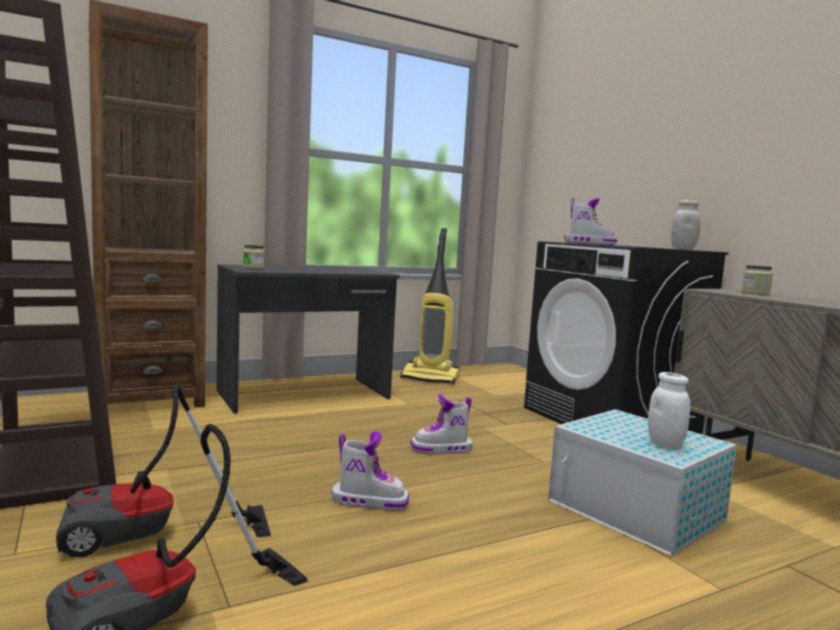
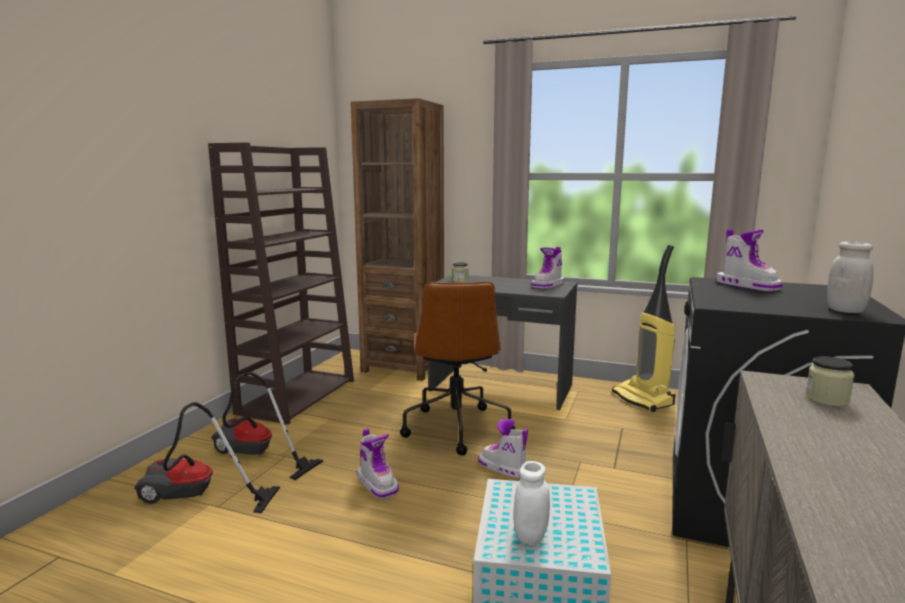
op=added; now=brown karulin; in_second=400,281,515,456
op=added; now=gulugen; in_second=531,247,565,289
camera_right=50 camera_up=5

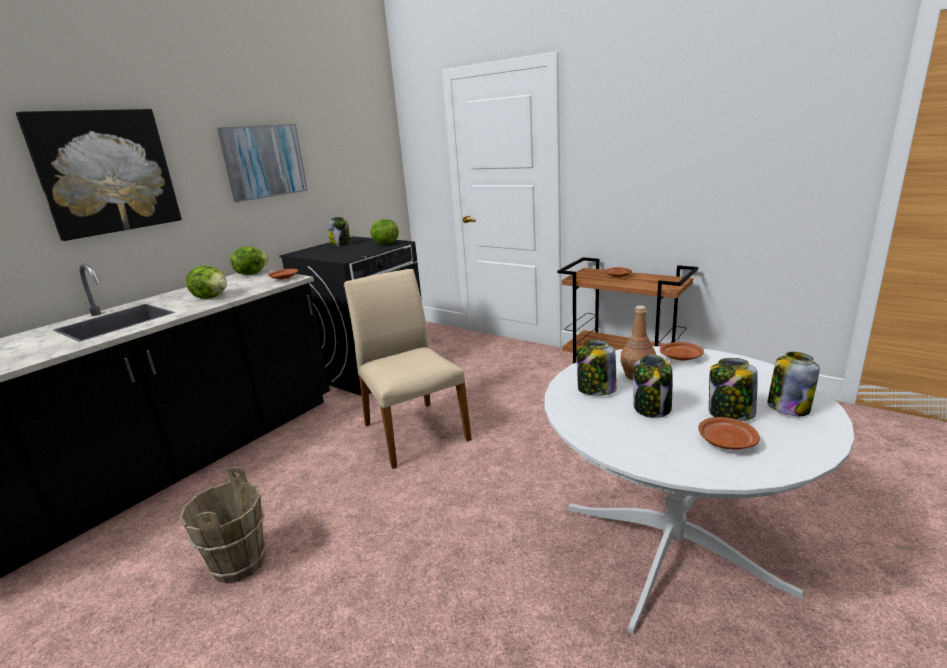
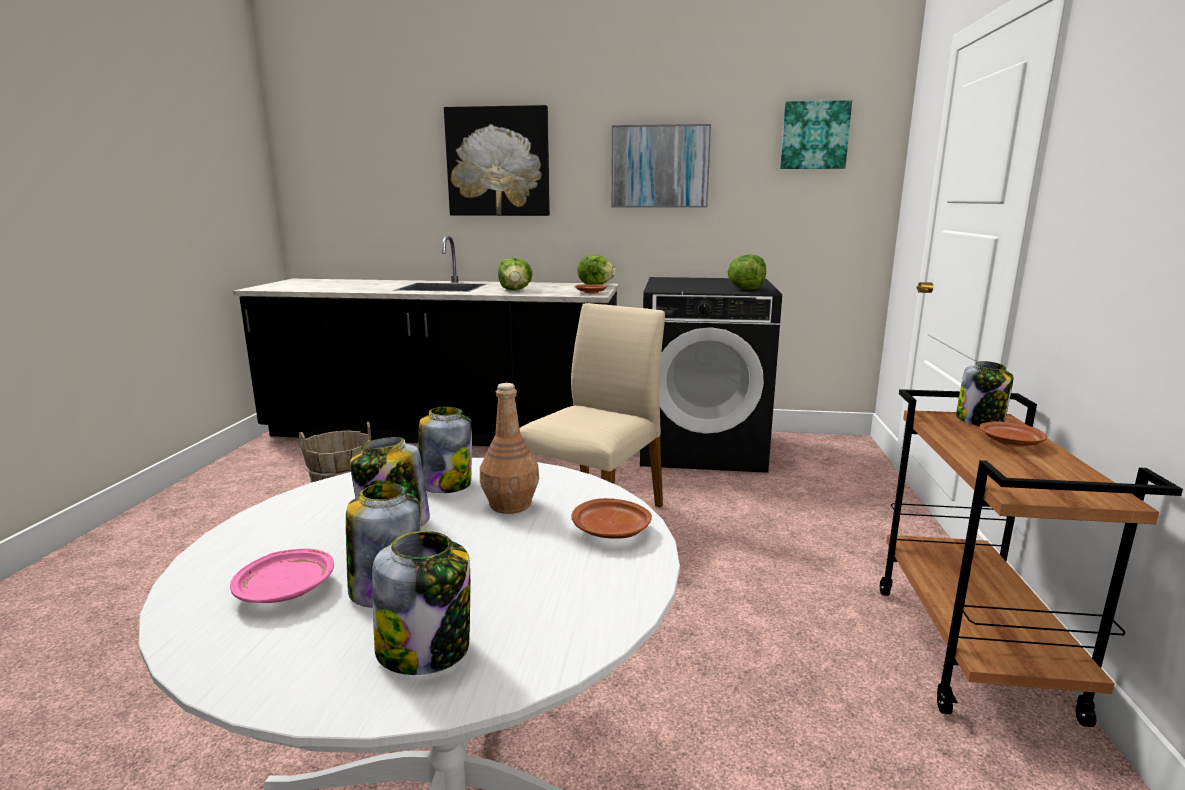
op=moved; was=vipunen; in_first=328,217,350,246; in_second=956,361,1013,426
op=recoloured; was=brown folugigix; now=pink folugigix; in_first=699,417,760,450; in_second=230,549,334,603
op=added; now=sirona; in_second=780,100,852,169
camera_right=60 camera_up=-5

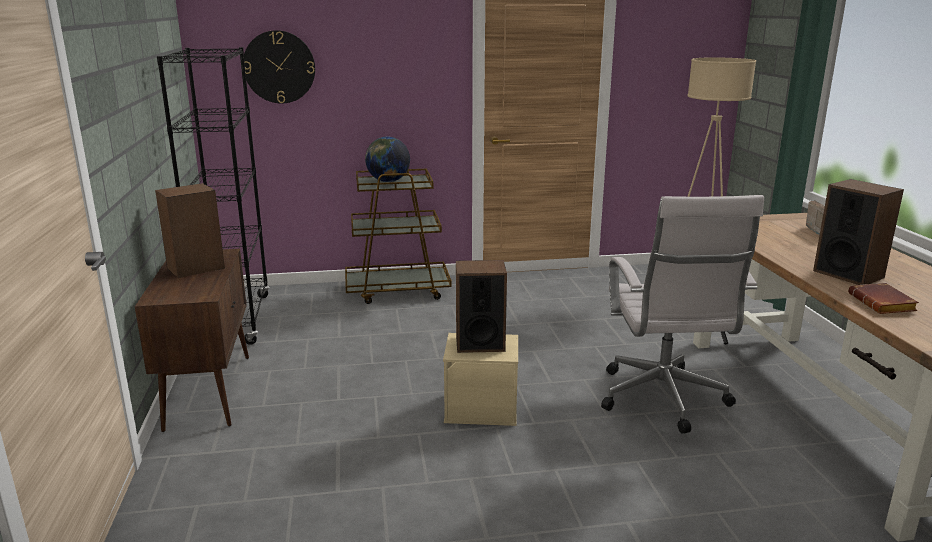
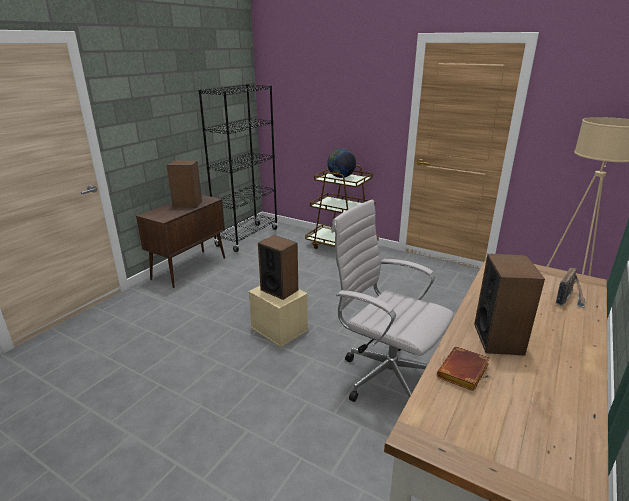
op=removed; was=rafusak; in_first=244,30,315,103
op=turned; was=white karulin; in_first=601,195,764,434; in_second=331,199,454,402; clockwise=90
camera_right=40 camera_up=5

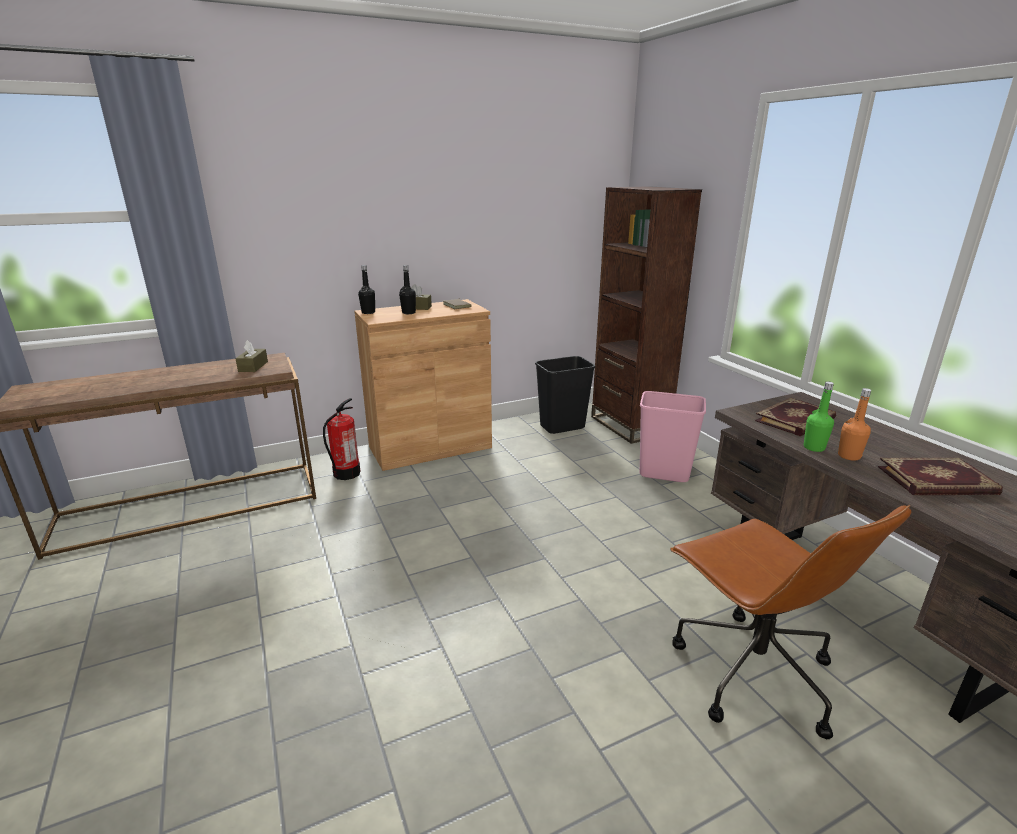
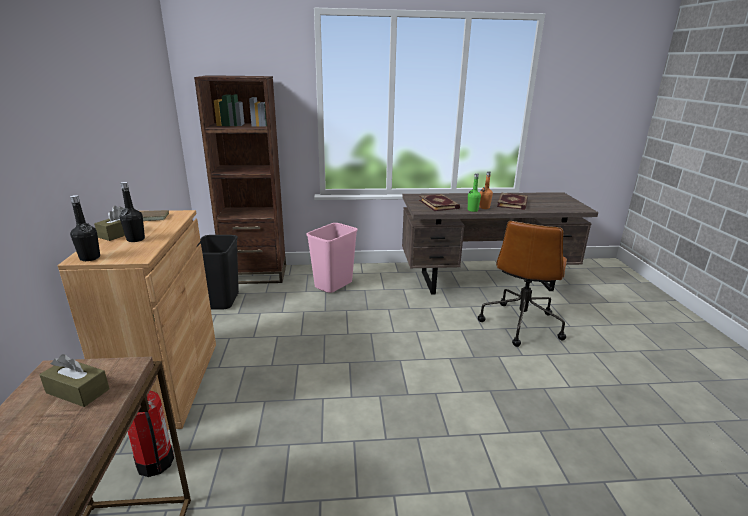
op=turned; was=brown karulin; in_first=670,505,911,739; in_second=478,221,567,347; clockwise=120
camera_right=-70 camera_up=0

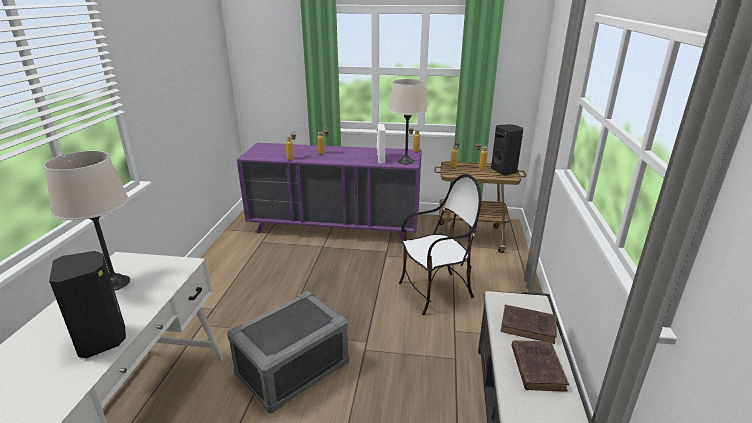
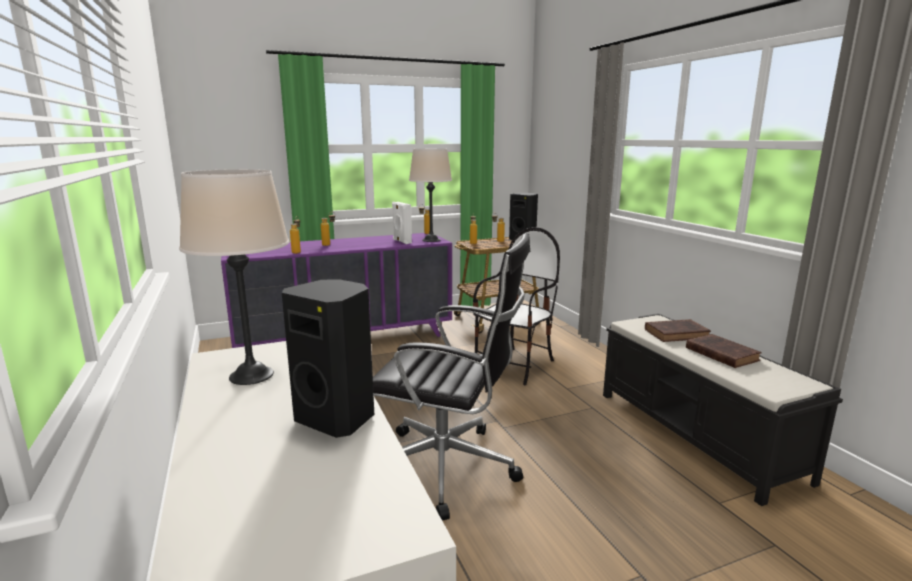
op=replaced; was=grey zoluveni; now=black karulin; in_first=227,291,349,413; in_second=373,233,530,521
camera_right=-30 camera_up=-10

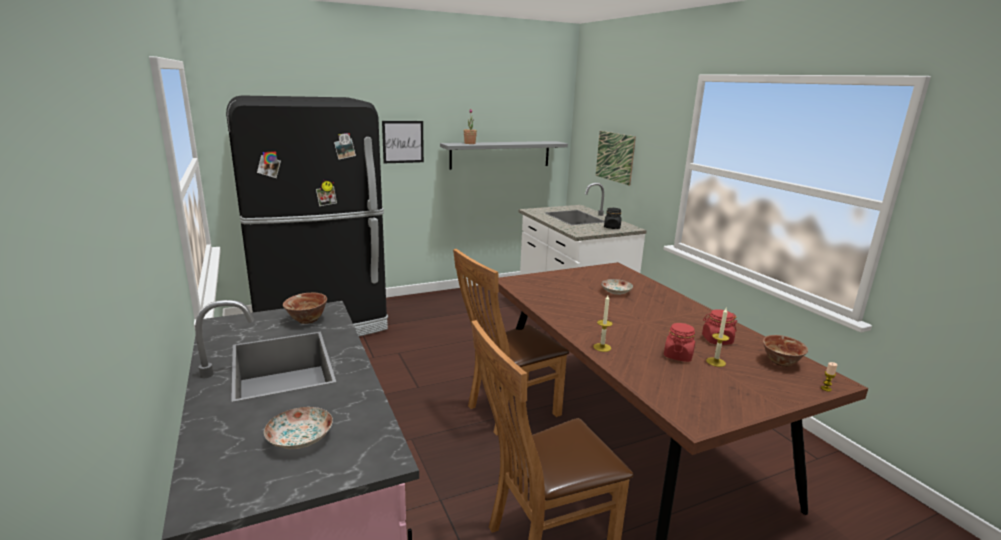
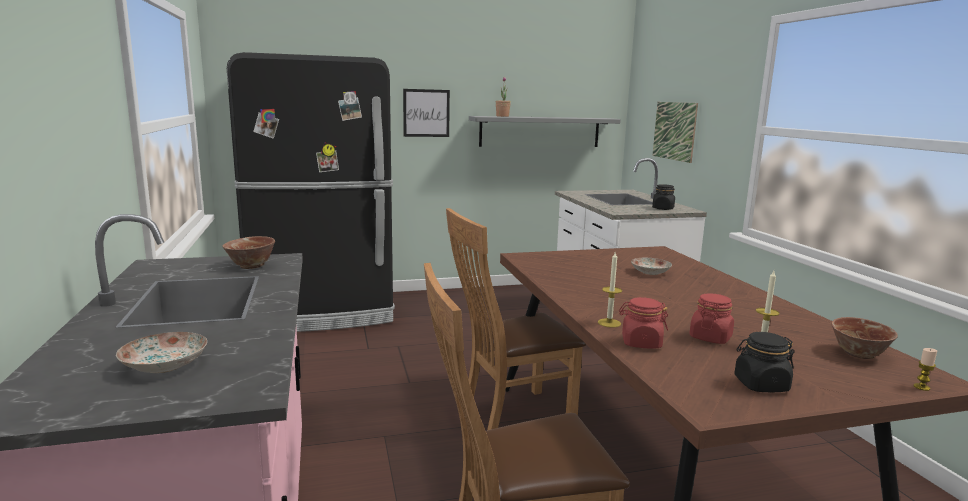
op=moved; was=red vipunen; in_first=702,309,737,345; in_second=619,297,668,349
op=added; now=black vipunen; in_second=734,332,795,392
camera_right=10 camera_up=-5

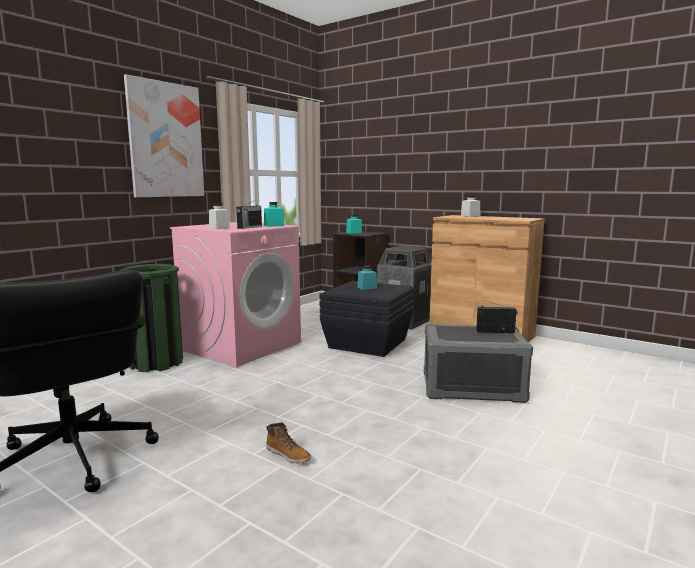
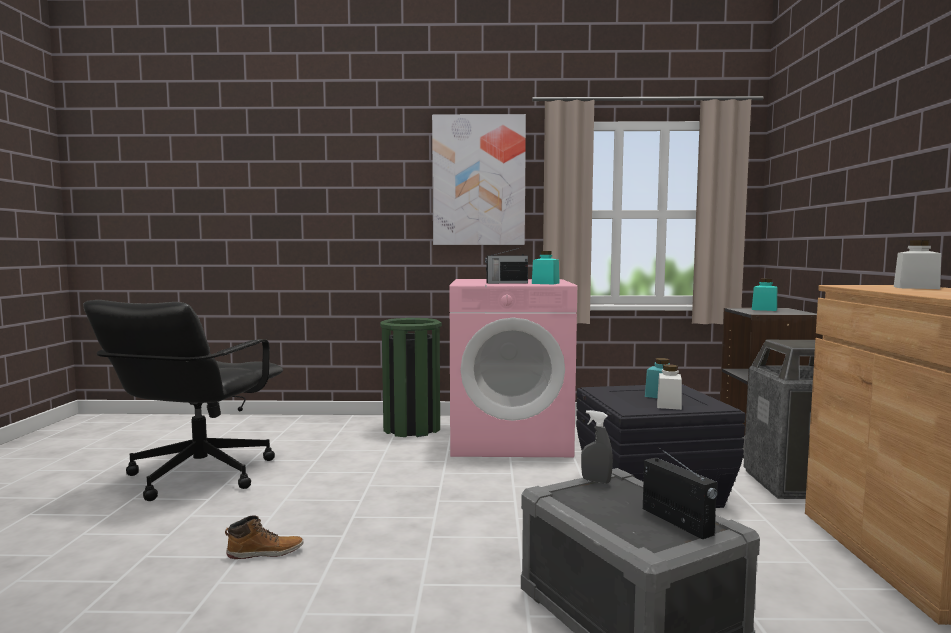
op=moved; was=white vipunen; in_first=209,203,230,229; in_second=657,364,682,410
op=turned; was=gulugen; in_first=266,422,311,464; in_second=225,515,304,559; clockwise=-105
op=added; now=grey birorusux; in_second=581,410,613,484
camera_right=55 camera_up=-5

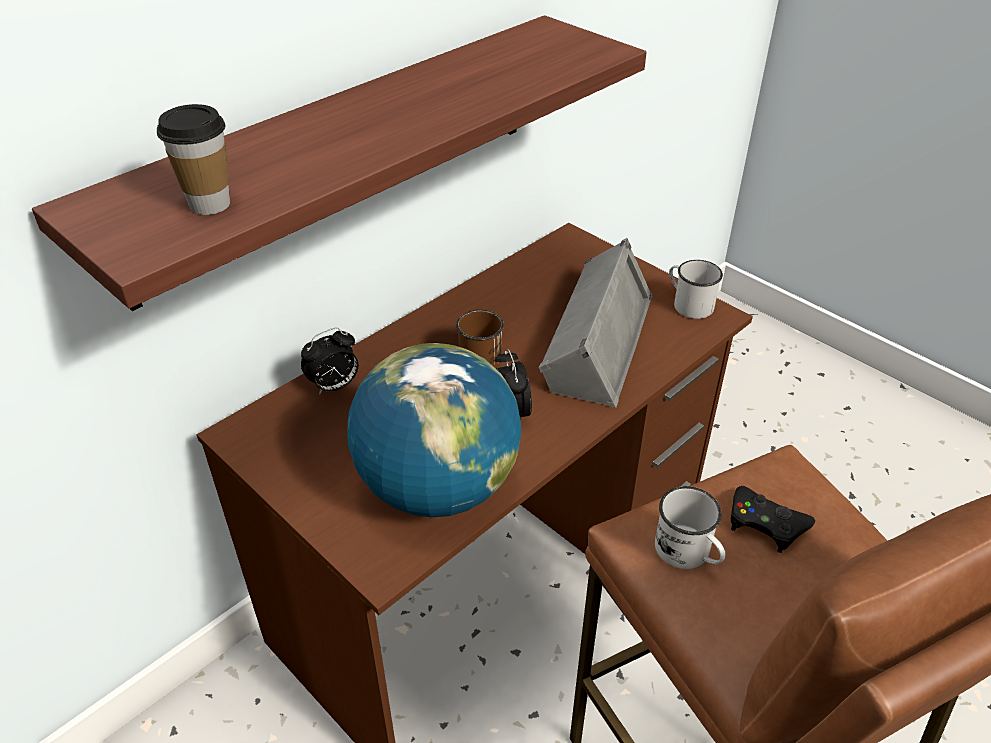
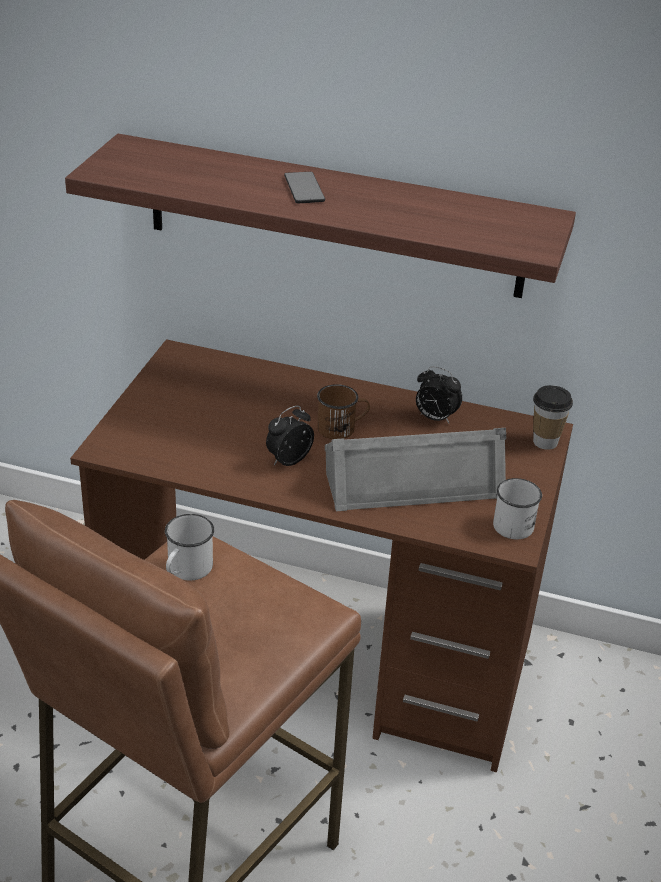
op=moved; was=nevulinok; in_first=157,104,230,215; in_second=533,385,573,450
op=moved; was=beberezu; in_first=301,328,358,395; in_second=416,366,462,423
op=removed; was=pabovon; in_first=347,343,521,517
op=removed; was=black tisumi; in_first=731,486,815,553
op=added; now=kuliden; in_second=284,172,325,203
camera_right=60 camera_up=-5

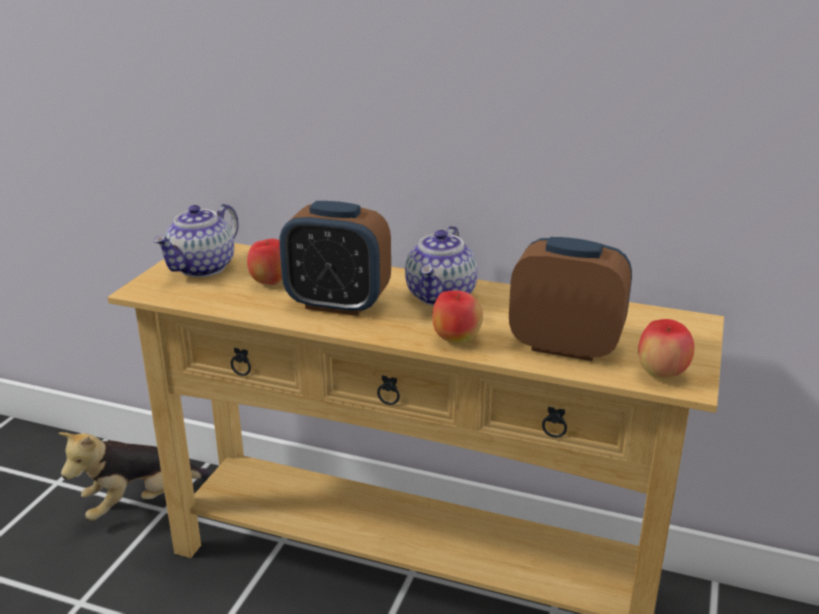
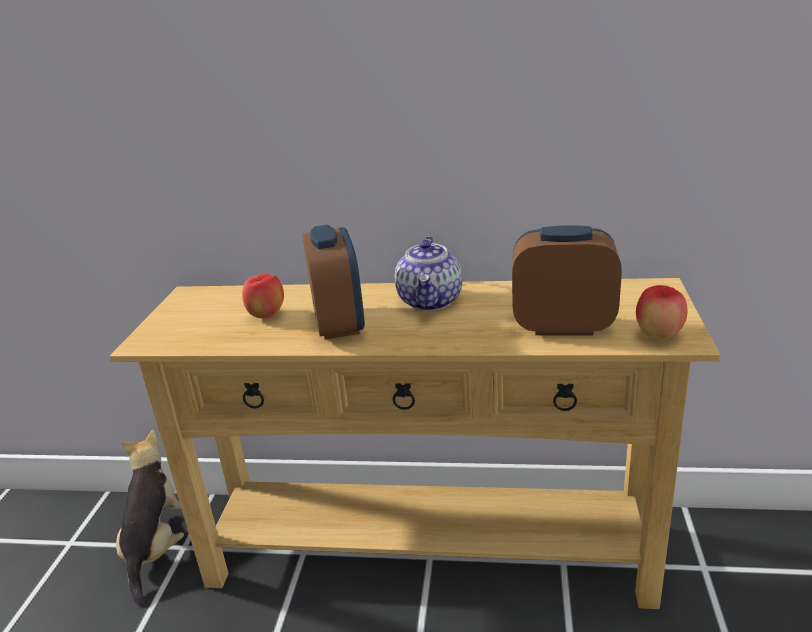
op=turned; was=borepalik; in_first=59,432,210,521; in_second=116,430,184,606; clockwise=135
op=removed; was=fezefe; in_first=153,204,238,277
op=turned; was=beberezu; in_first=279,201,391,316; in_second=302,225,365,340; clockwise=-105
op=removed; was=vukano; in_first=432,290,483,344
camera_right=-10 camera_up=0

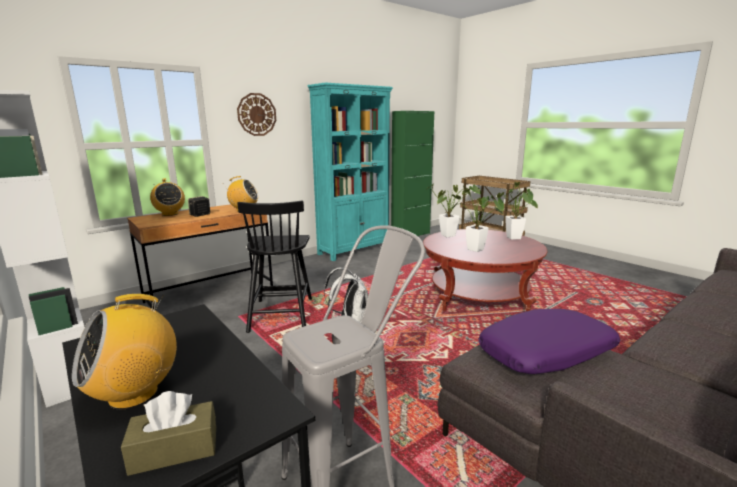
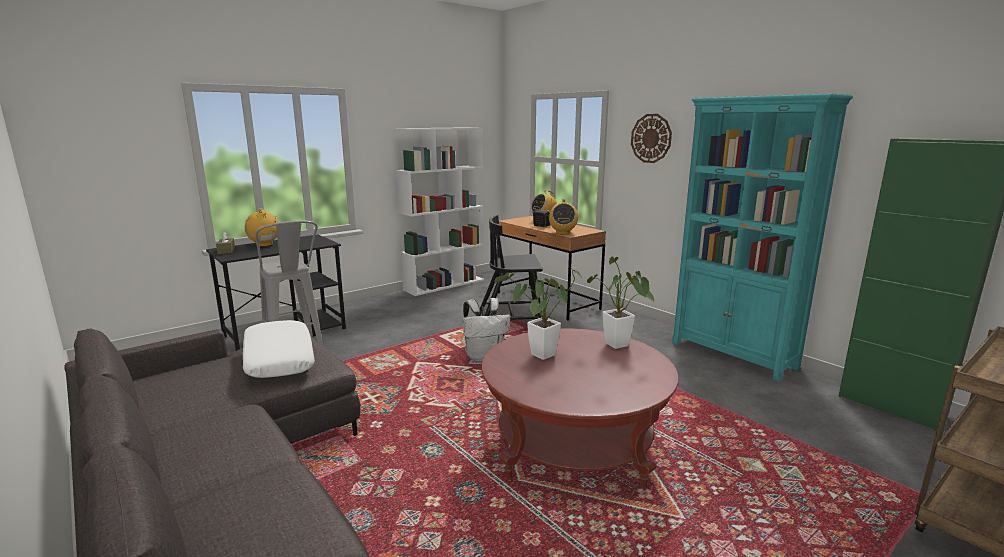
op=recoloured; was=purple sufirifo; now=white sufirifo; in_first=479,309,620,374; in_second=243,320,315,378
op=removed; was=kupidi; in_first=497,182,538,240
camera_right=90 camera_up=0

